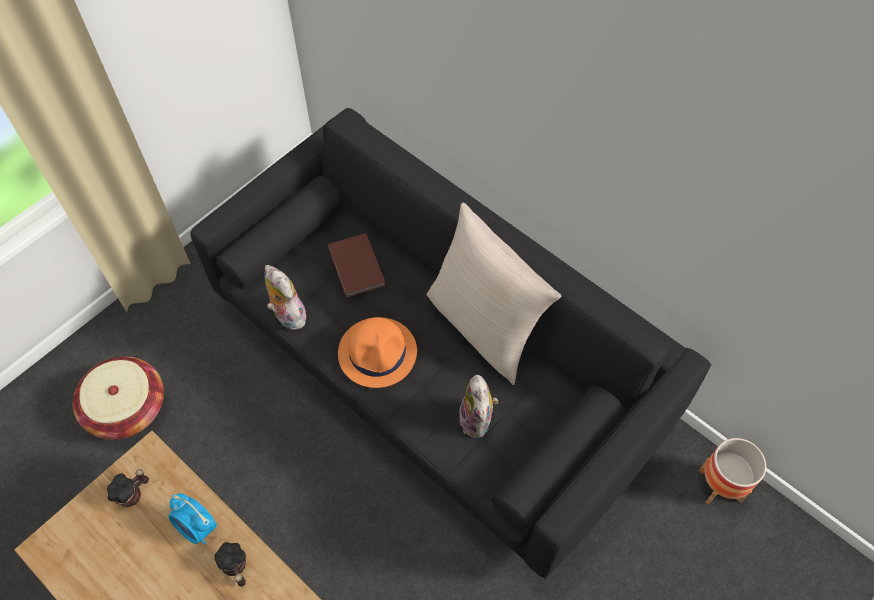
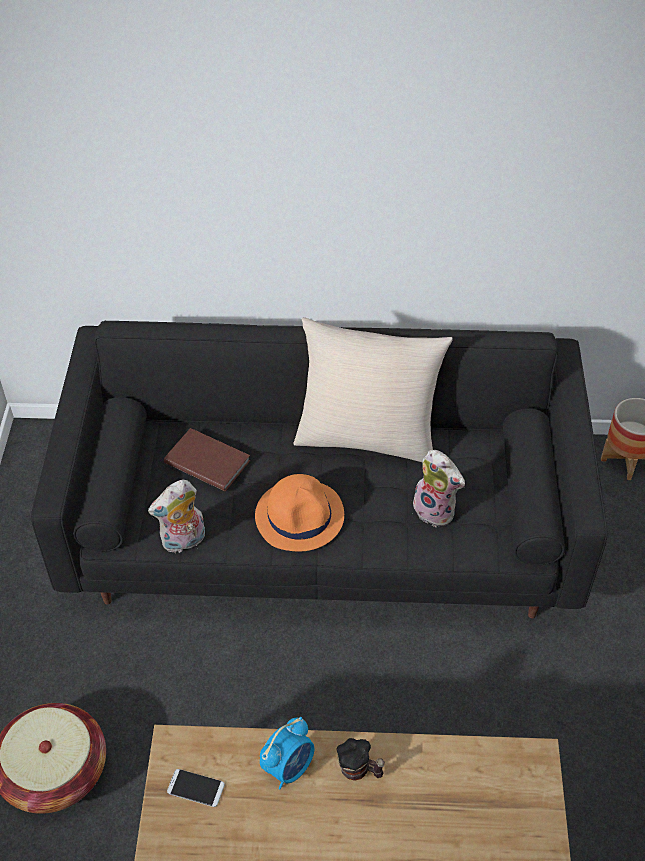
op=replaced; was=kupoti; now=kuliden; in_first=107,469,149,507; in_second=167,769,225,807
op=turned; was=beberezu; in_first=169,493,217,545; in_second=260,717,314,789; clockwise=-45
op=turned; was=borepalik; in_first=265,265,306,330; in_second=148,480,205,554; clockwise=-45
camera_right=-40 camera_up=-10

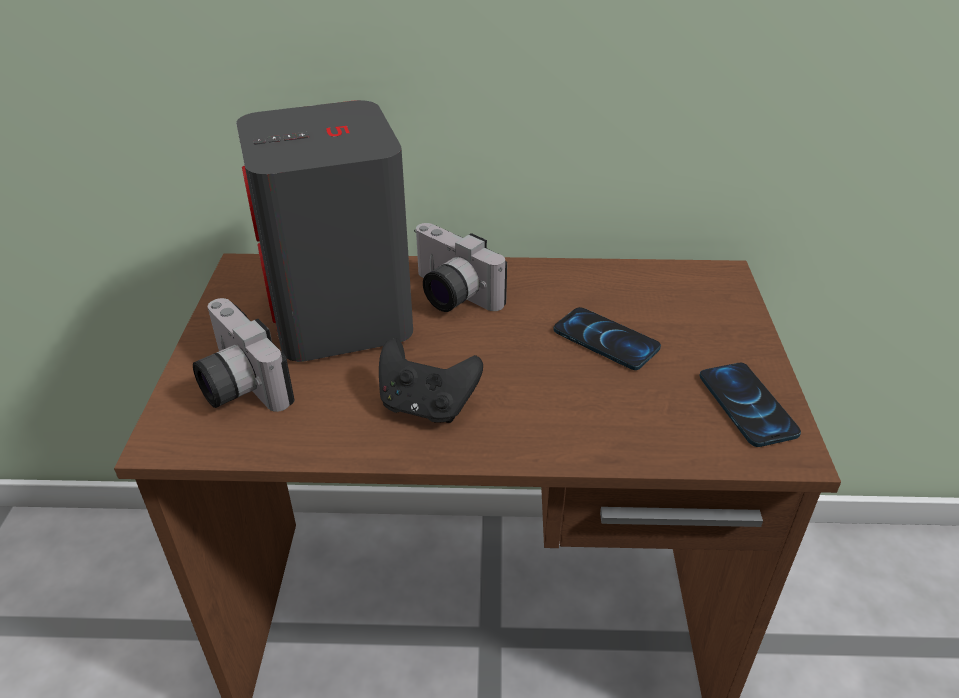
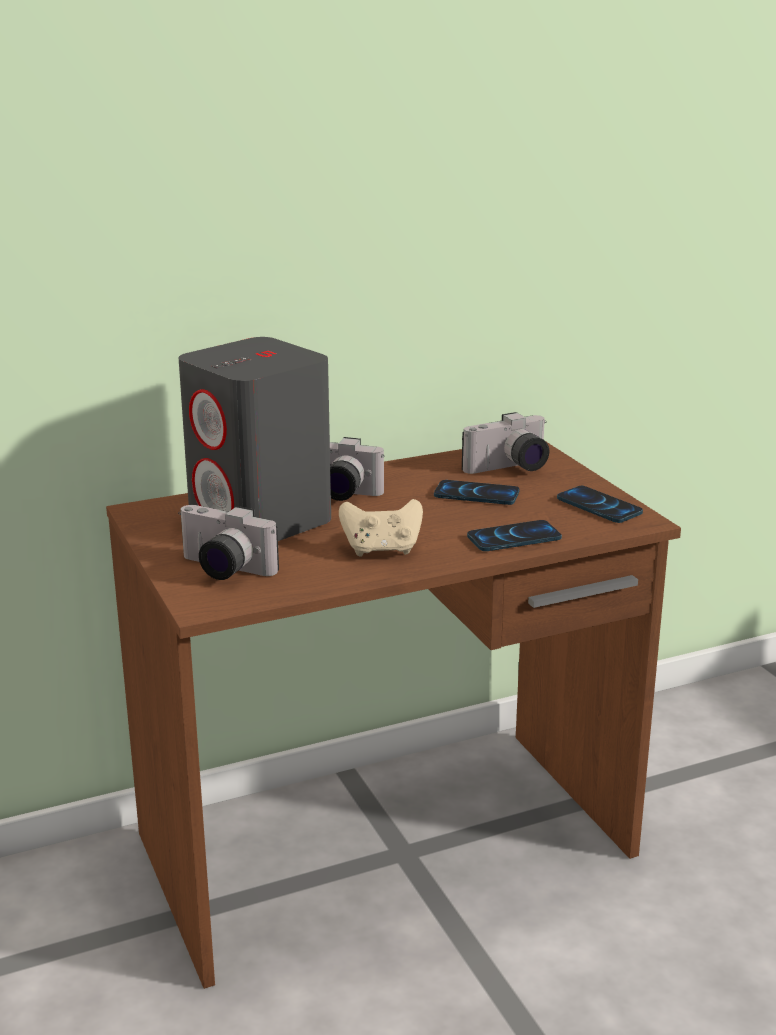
op=recoloured; was=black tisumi; now=beige tisumi; in_first=379,338,483,423; in_second=339,499,423,557
op=added; now=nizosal; in_second=462,412,549,474
op=added; now=kuliden; in_second=467,520,562,551
camera_right=-25 camera_up=-15

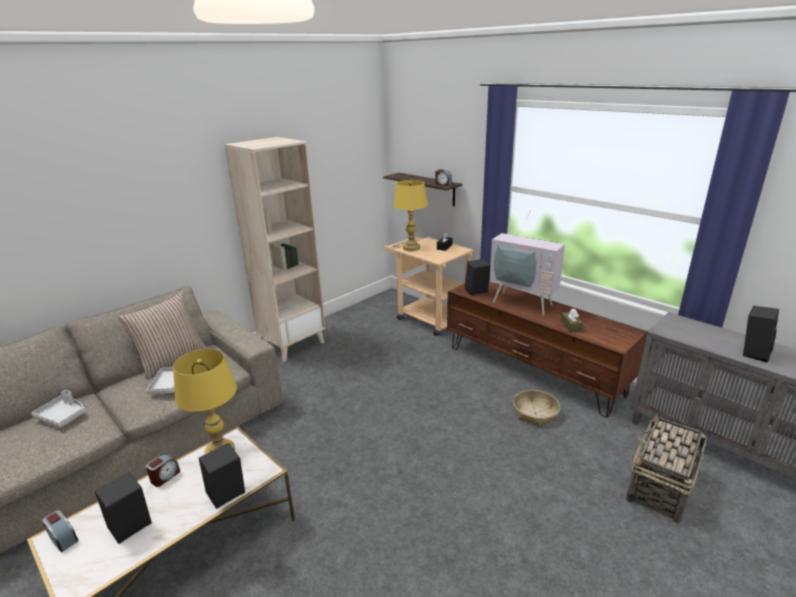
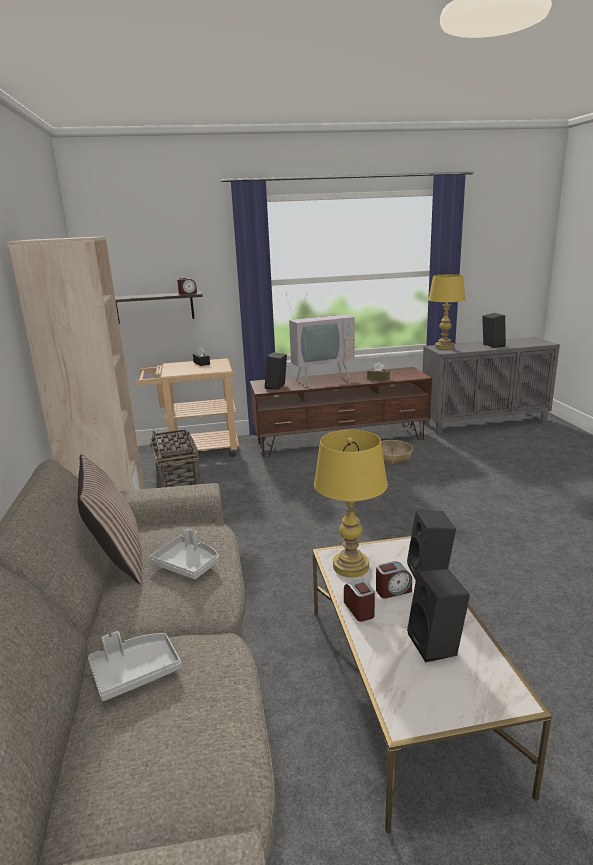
op=moved; was=beberezu; in_first=43,510,79,552; in_second=376,561,412,598
op=moved; was=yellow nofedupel; in_first=393,180,428,251; in_second=428,274,466,349
op=moved; was=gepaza; in_first=626,412,707,523; in_second=149,429,201,488
camera_right=-55 camera_up=-5

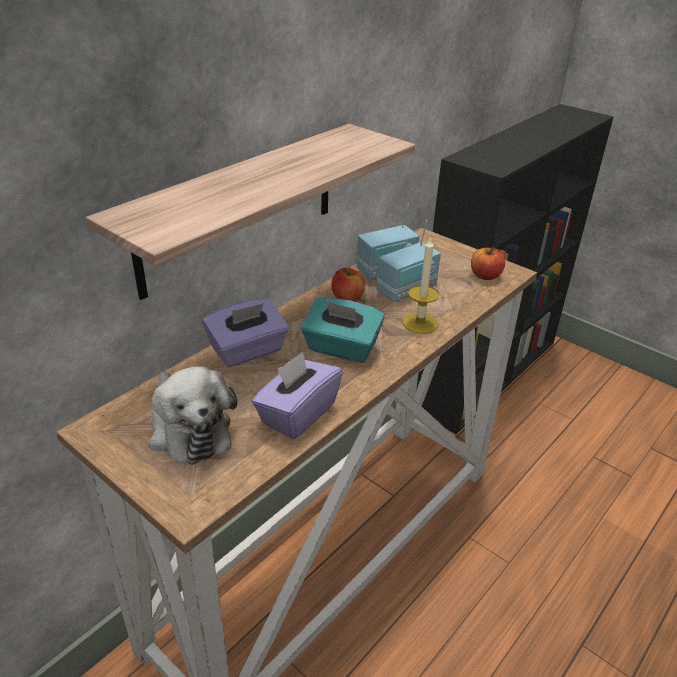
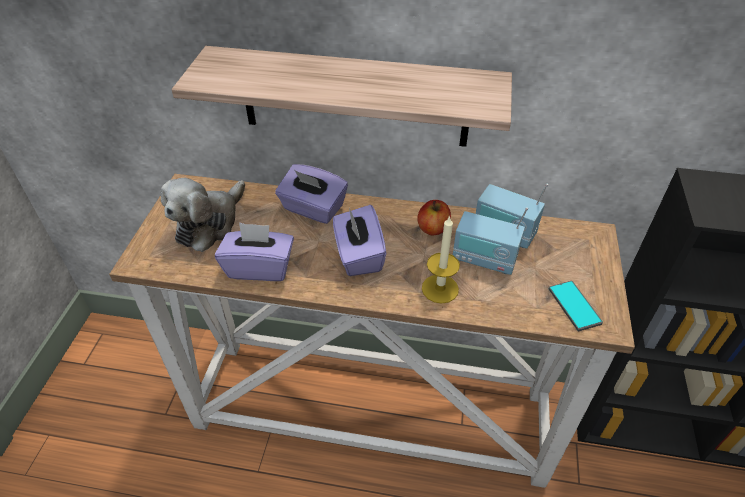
op=recoloured; was=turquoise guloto; now=purple guloto; in_first=301,297,385,363; in_second=333,205,386,276
op=replaced; was=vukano; now=kuliden; in_first=471,246,505,280; in_second=549,281,603,331
camera_right=60 camera_up=10

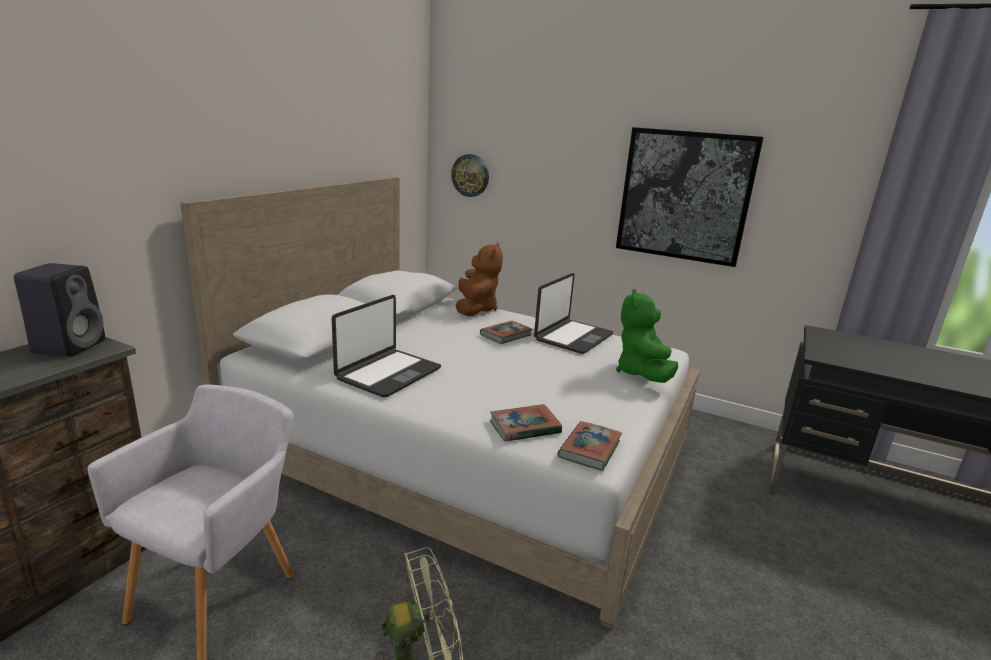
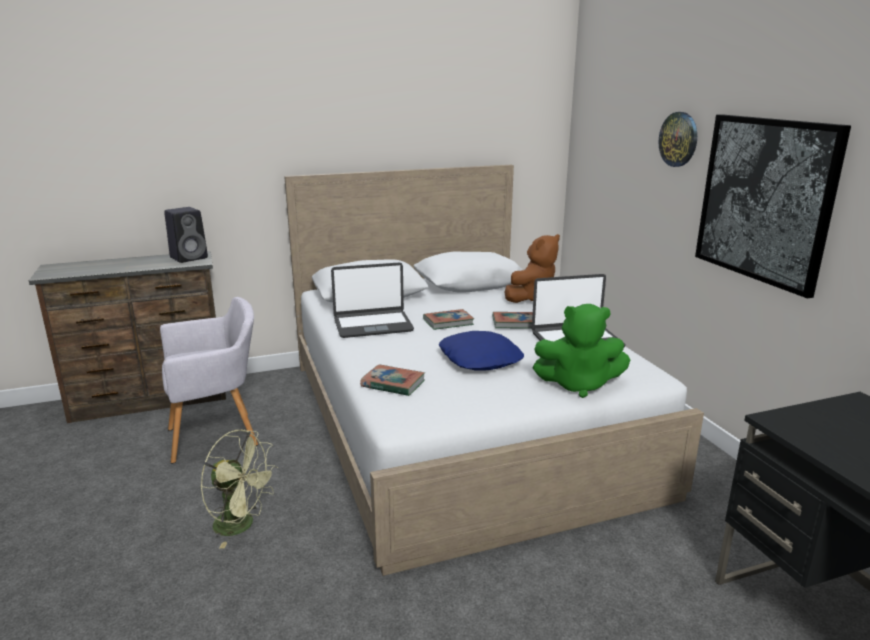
op=moved; was=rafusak; in_first=451,154,489,197; in_second=658,112,697,167
op=moved; was=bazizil; in_first=558,421,622,471; in_second=423,309,474,330
op=turned; was=green borepalik; in_first=616,289,678,383; in_second=533,304,630,398; clockwise=-135
op=added; now=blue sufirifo; in_second=439,331,524,370
camera_right=45 camera_up=0

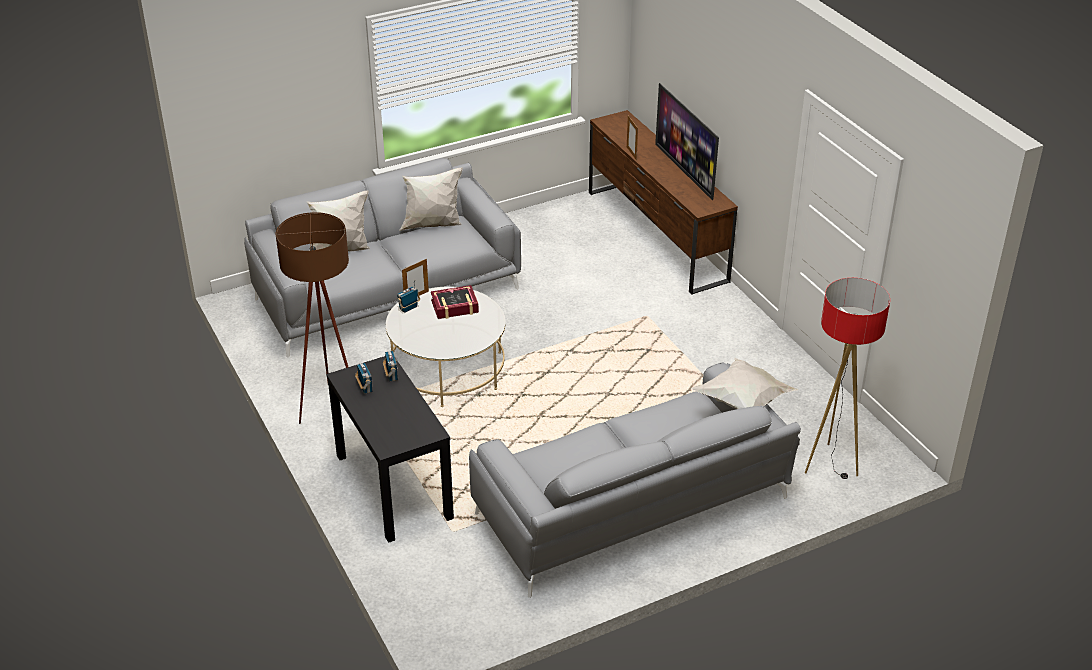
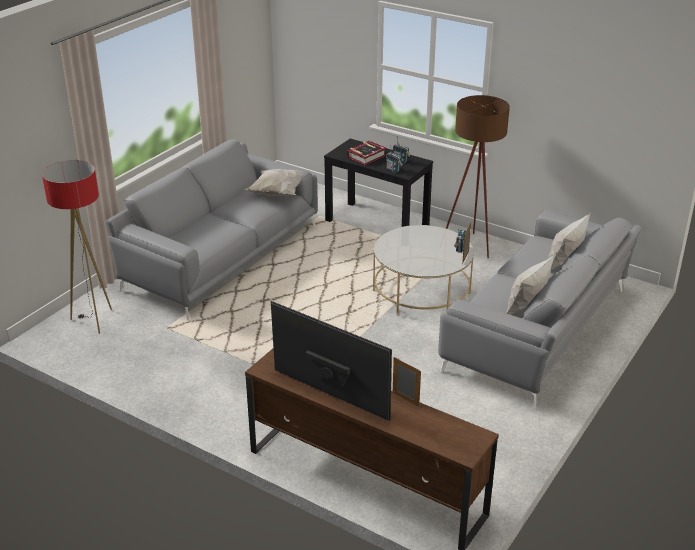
op=moved; was=bazizil; in_first=431,285,479,319; in_second=347,141,387,165
op=moved; was=white sufirifo; in_first=691,358,798,409; in_second=244,169,302,197
camera_right=150 camera_up=-5

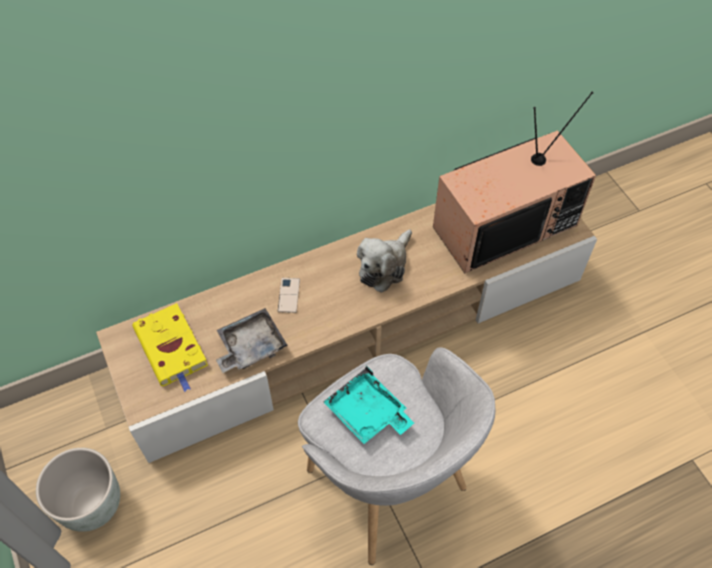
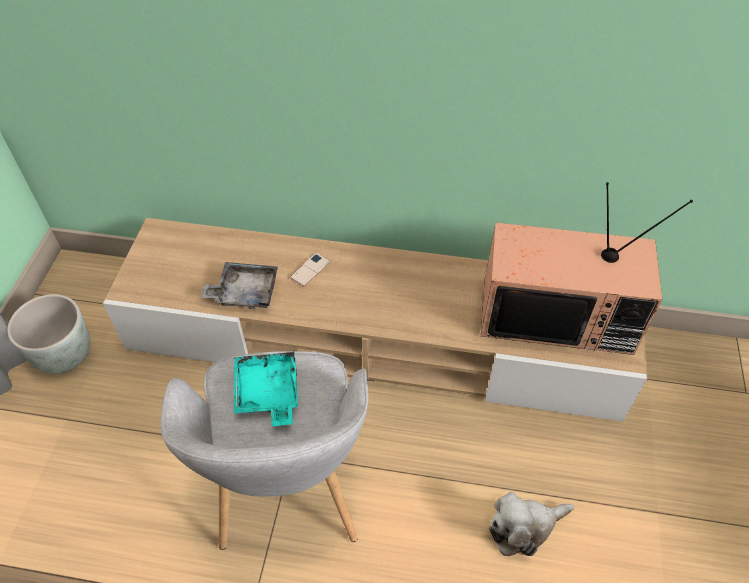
op=removed; was=yellow bazizil; in_first=132,303,208,392
op=moved; was=borepalik; in_first=357,230,412,293; in_second=489,492,574,556
camera_right=35 camera_up=-5

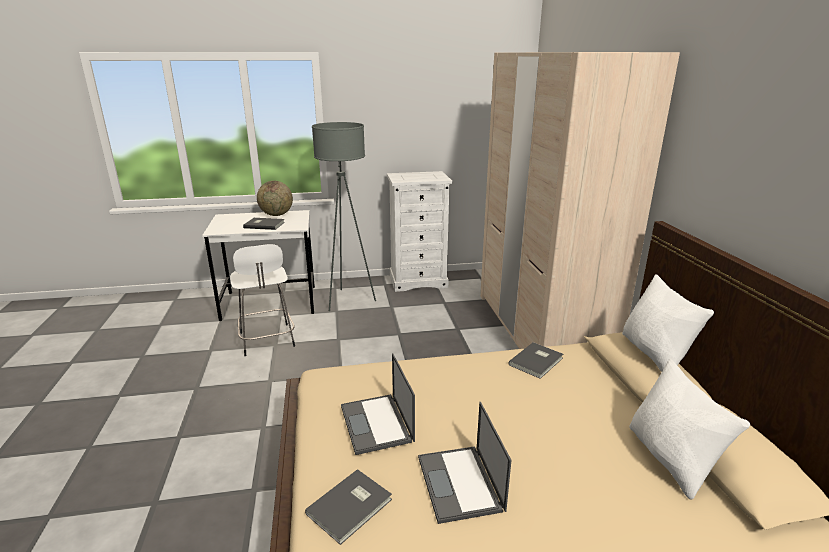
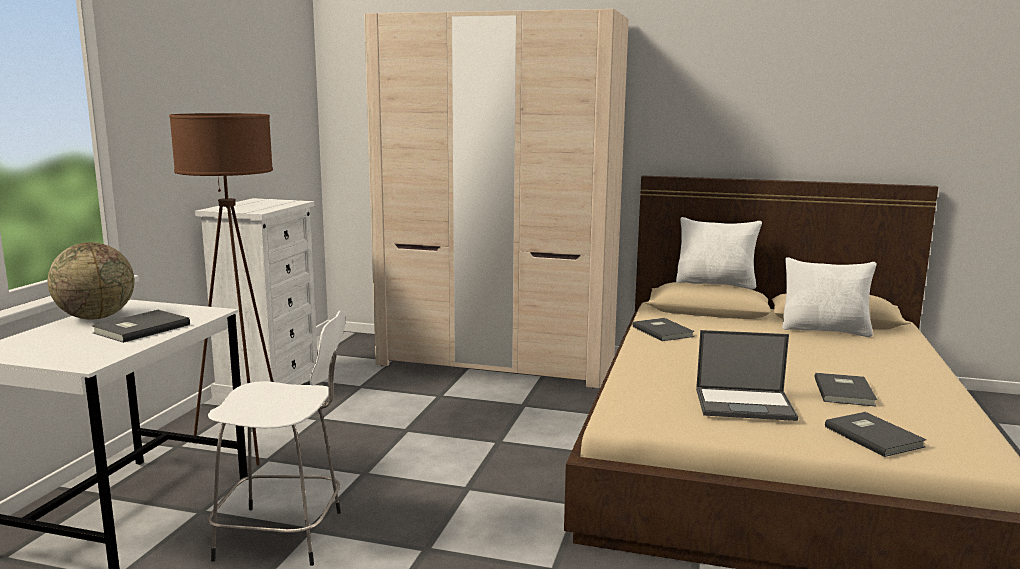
op=recoloured; was=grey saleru; now=brown saleru; in_first=312,122,376,311; in_second=169,113,274,465
op=replaced; was=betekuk; now=grey bazizil; in_first=418,402,511,524; in_second=814,373,877,406
camera_right=-65 camera_up=-10

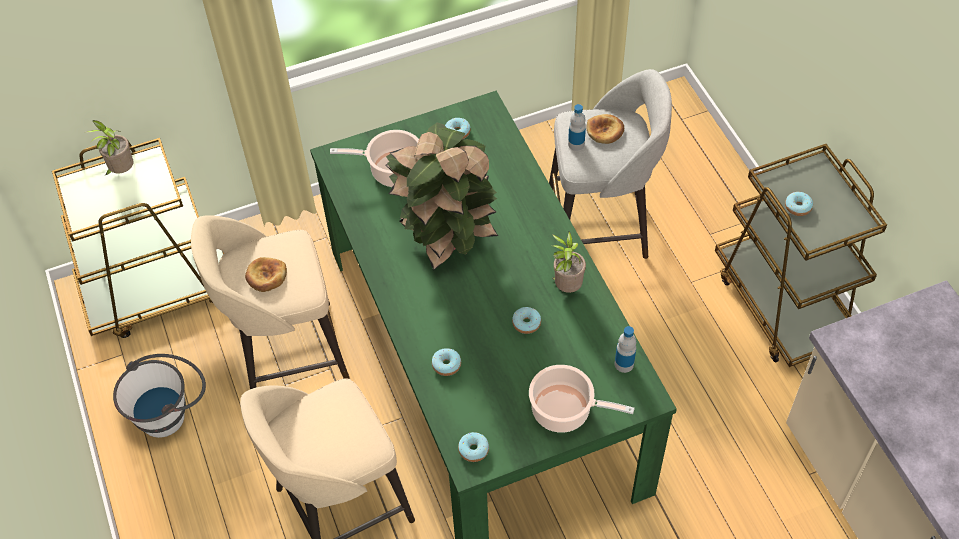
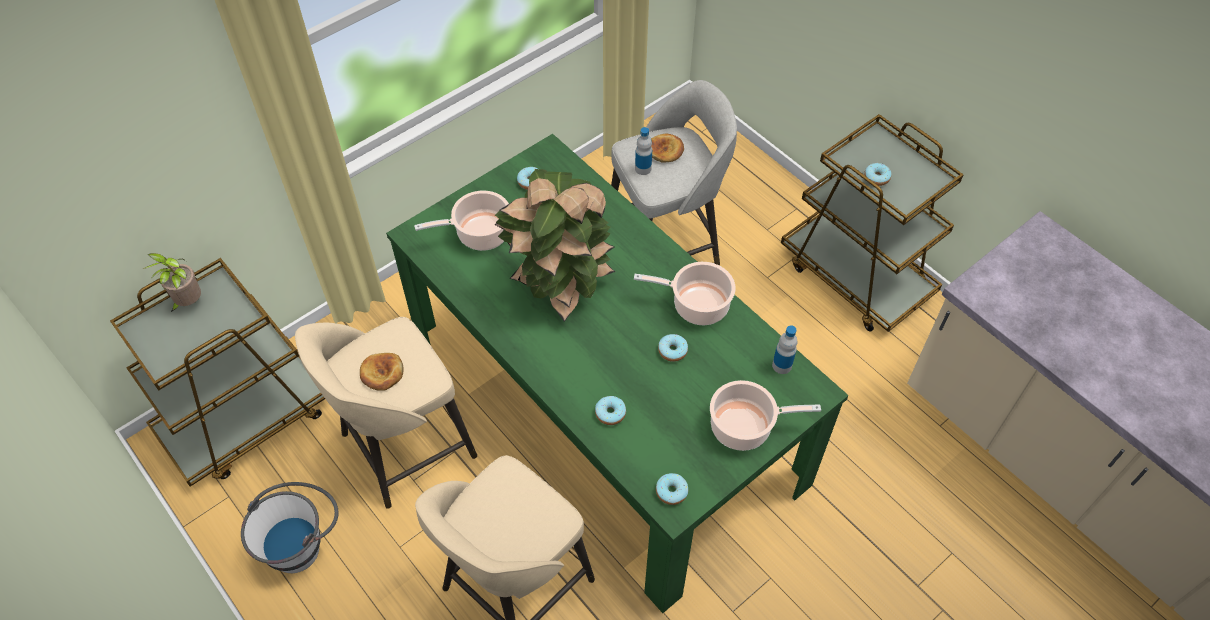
op=replaced; was=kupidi; now=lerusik; in_first=552,231,586,293; in_second=634,262,736,325
camera_right=-20 camera_up=0

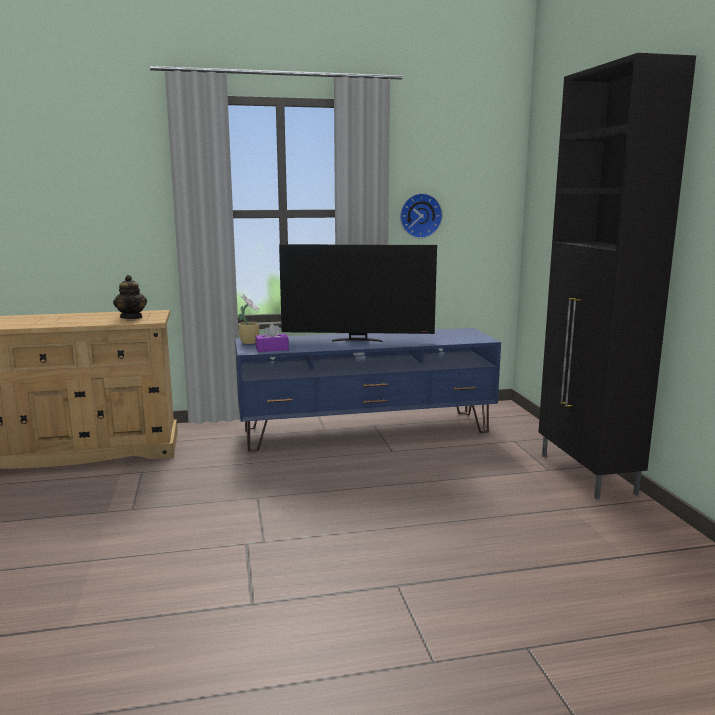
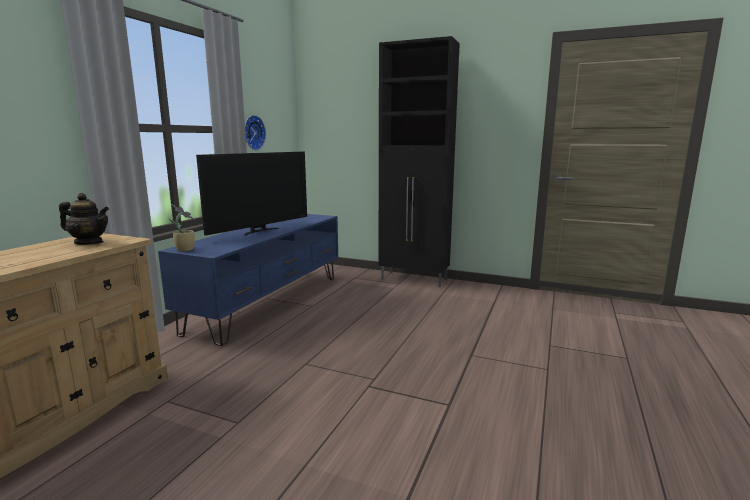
op=removed; was=purple guloto; in_first=256,324,289,352
camera_right=-55 camera_up=0

